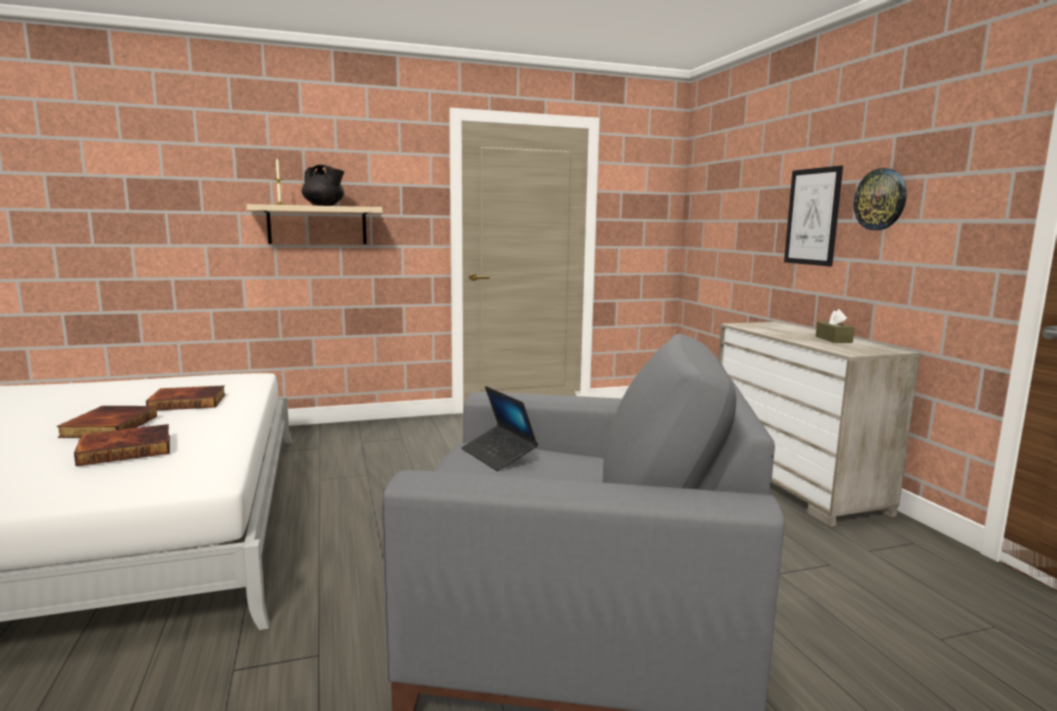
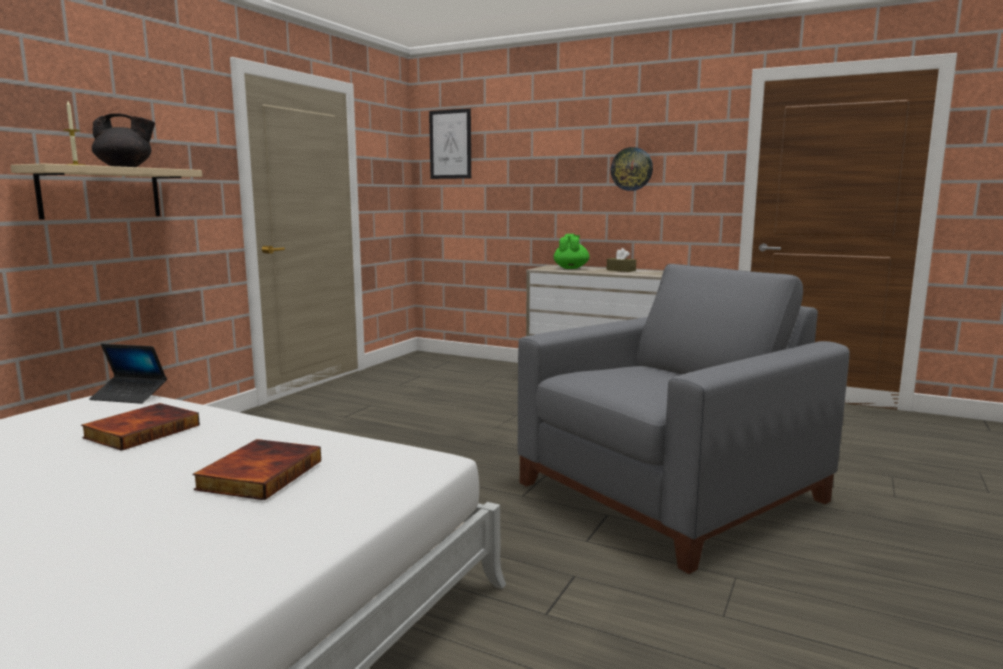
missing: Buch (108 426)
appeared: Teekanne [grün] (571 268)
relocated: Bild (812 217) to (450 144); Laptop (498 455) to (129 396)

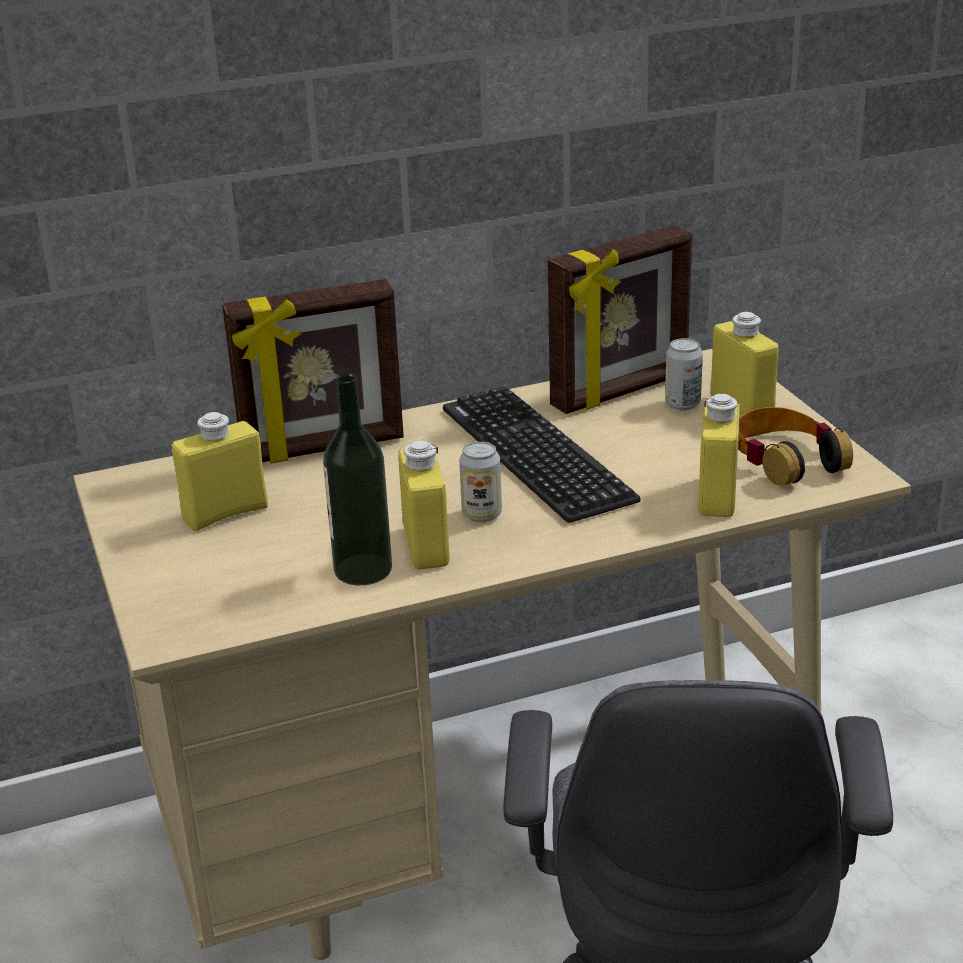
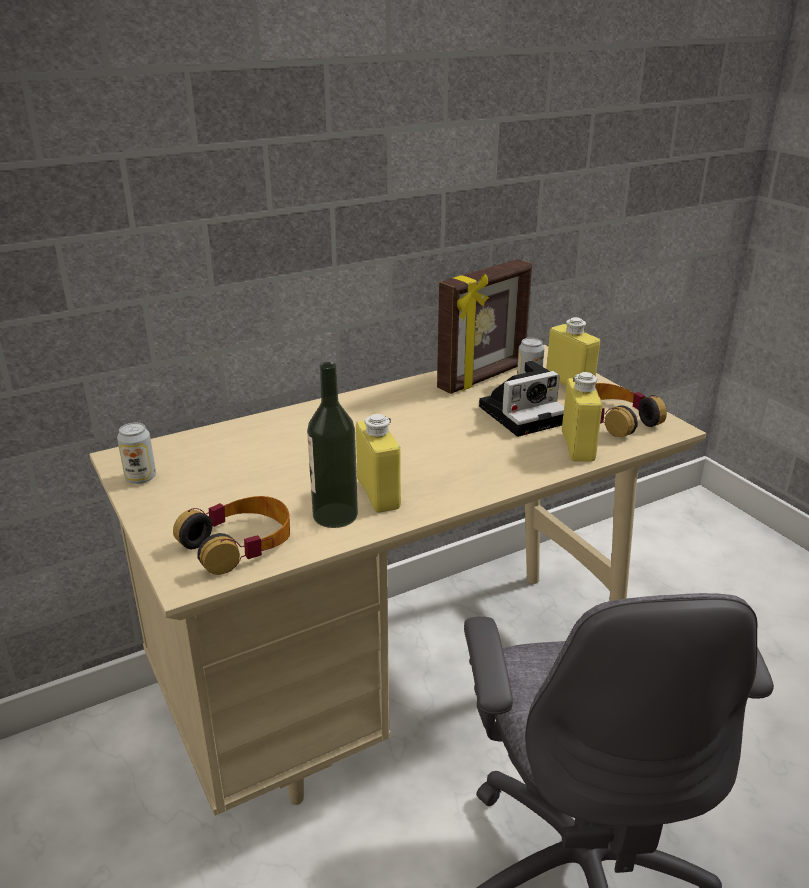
missing: Bilderrahmen (323 448); Tastatur (535 454); Flasche [gelb] (225 514)
appeared: Kamera (524 414); Kopfhörer (239 543)
relocated: Dose (482 514) to (141 478)

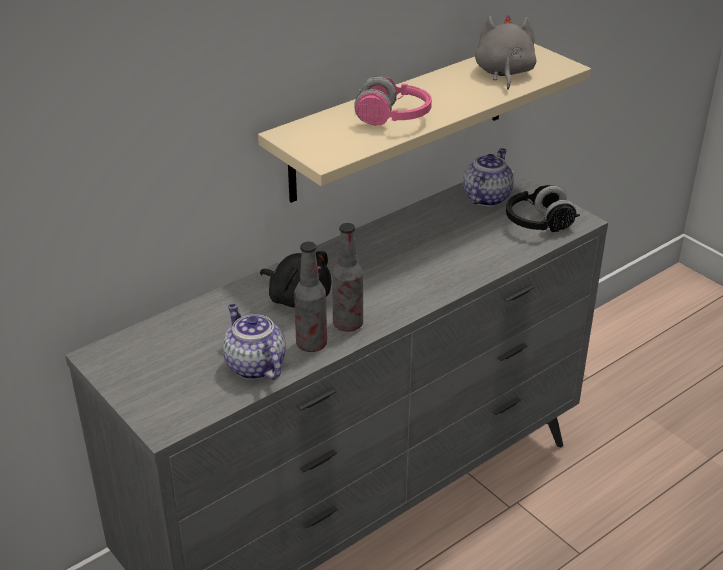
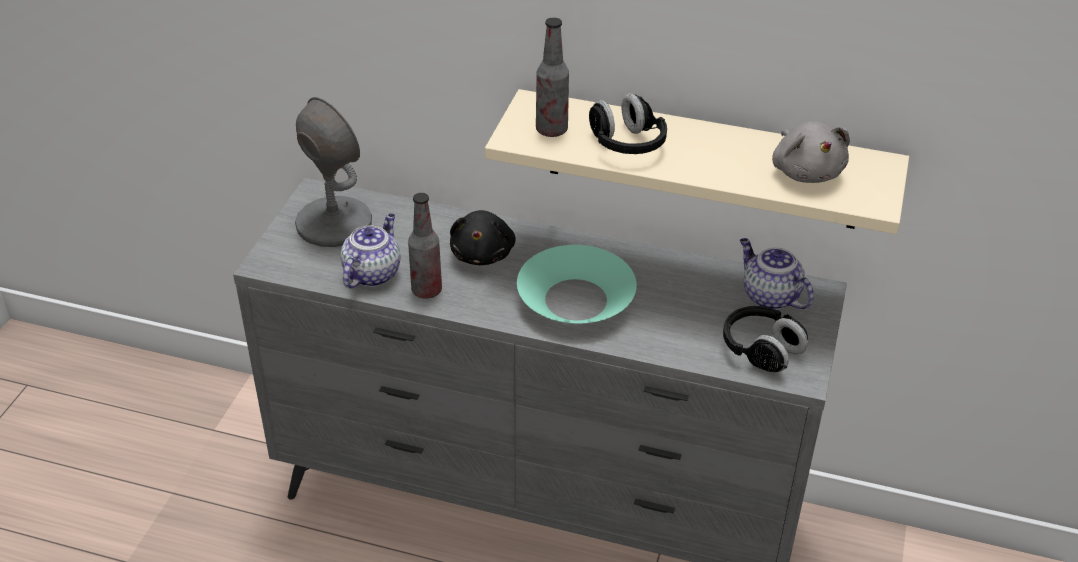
appeared: Tischlampe [grau] (333 223); Schüssel [türkis] (576 299)
relocated: Flasche (348 324) to (551 130)
colour: Kopfhörer [rosa] (392 119) to Kopfhörer [schwarz] (626 144)
spun: Plüschtier [grau] (504 73) = (806 171) 105 degrees clockwise; Teekanne (486 197) = (769 296) 120 degrees counterclockwise

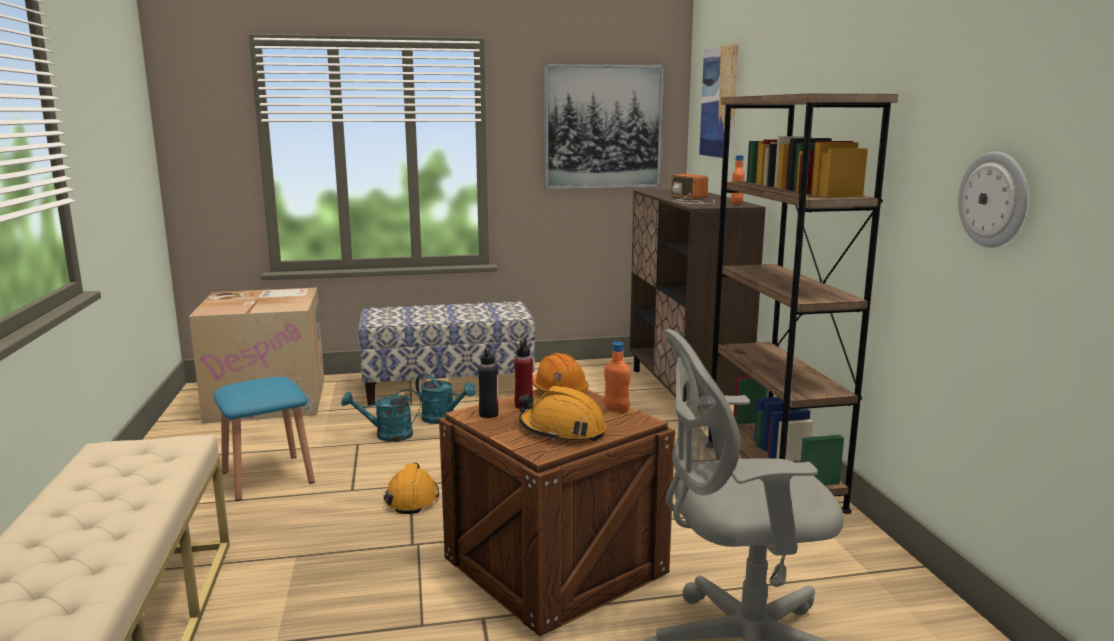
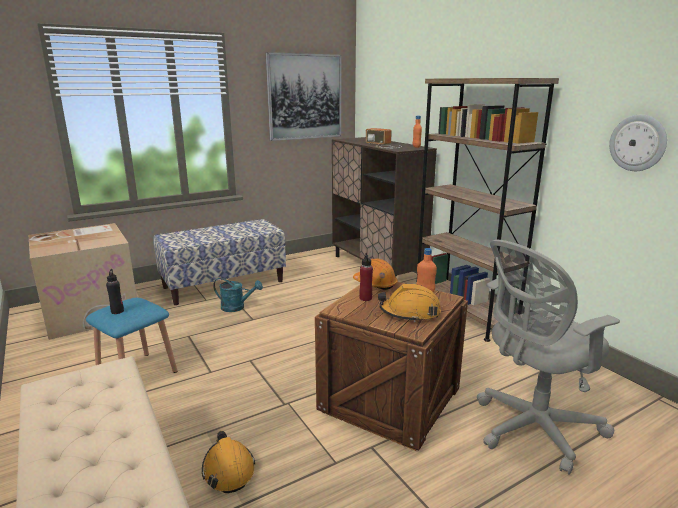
missing: Bild (719 102); Gießkanne [türkis] (387 435)
relocated: Flasche [schwarz] (488 414) to (117 311); Schutzhelm [orange] (411 498) to (228 469)

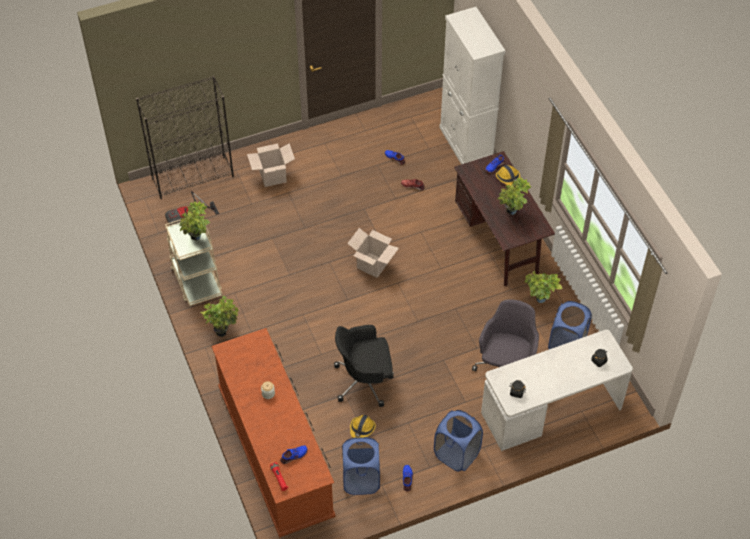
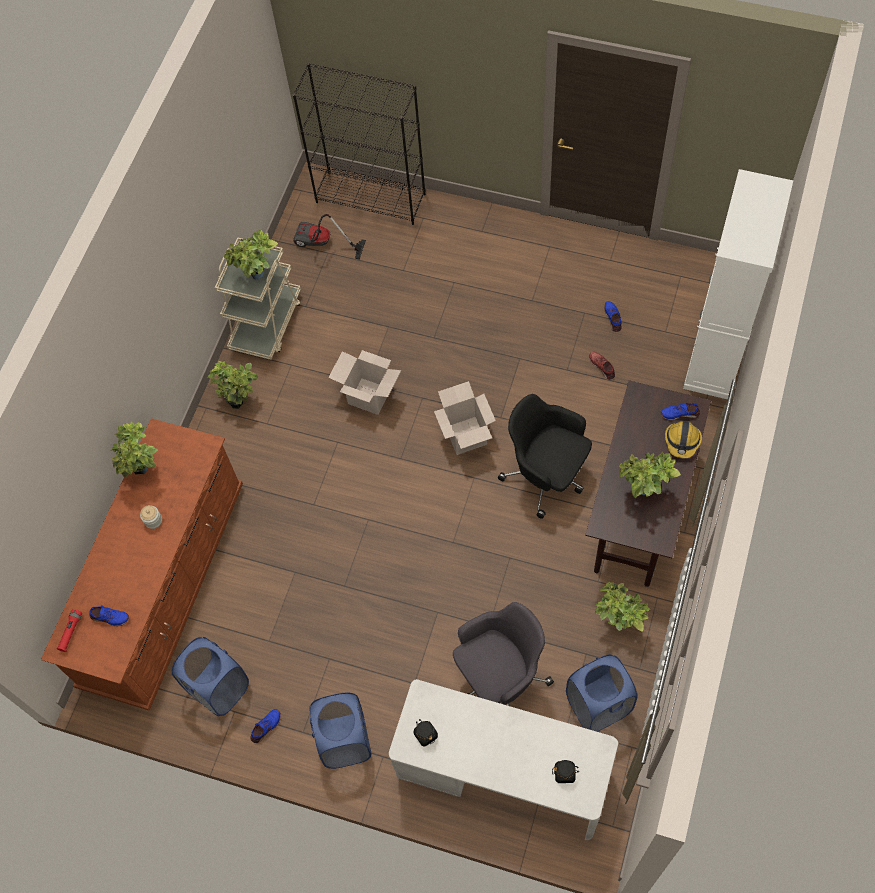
missing: Schutzhelm (362 429)
appeared: Topfpflanze (144 470)
relocated: Karton (273 176) to (369 396); Bürostuhl [schwarz] (365 380) to (546 475)

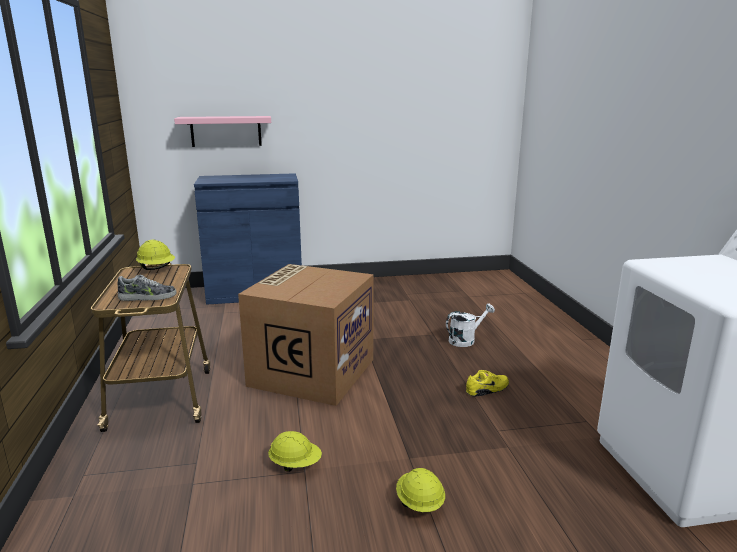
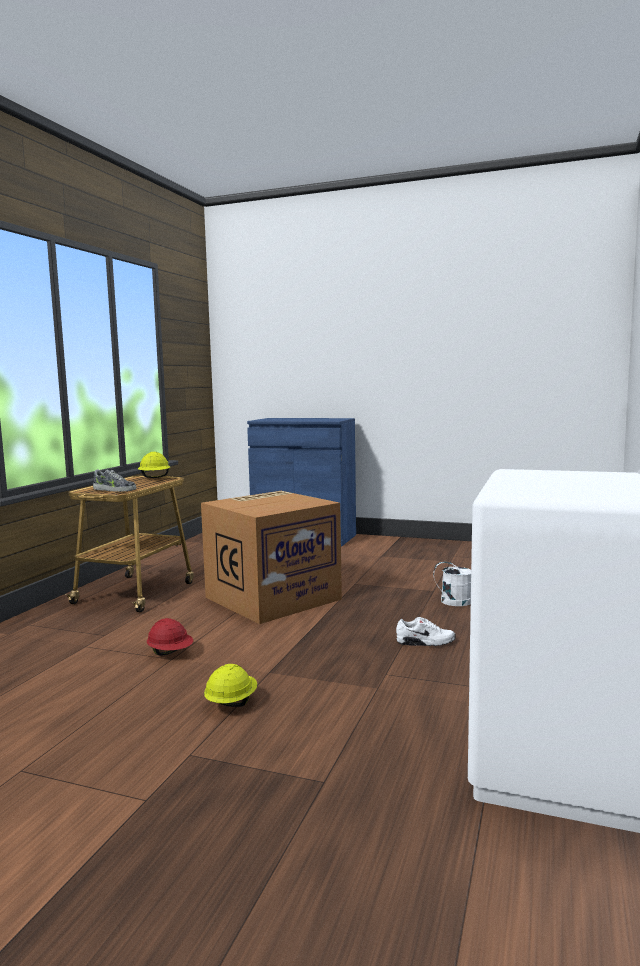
missing: Wandregal [rosa] (226 131)
colour: Schuh [gelb] (488 389) to Schuh [weiß] (425 642); Schutzhelm [gelb] (295 465) to Schutzhelm [rot] (171 653)

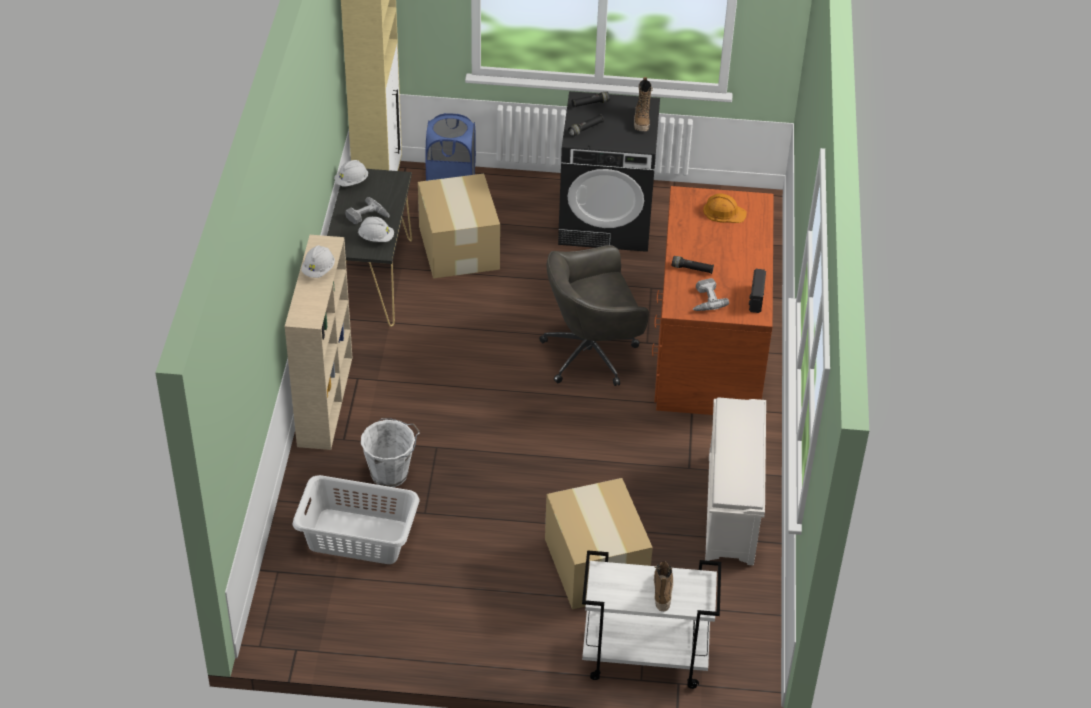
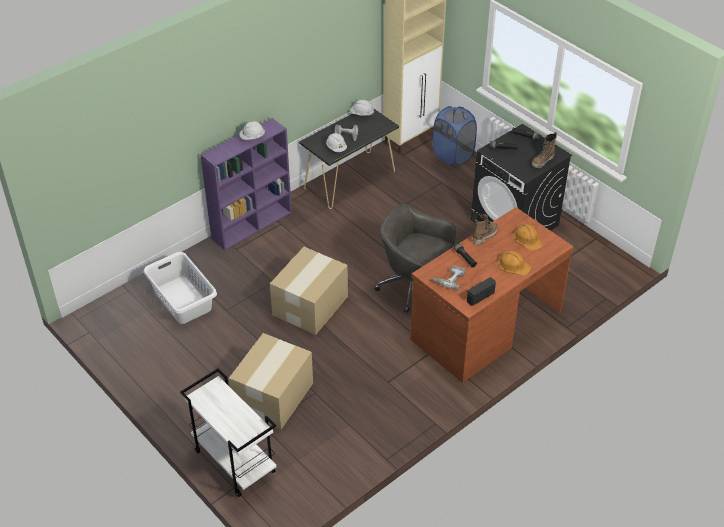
missing: Schuhregal [weiß] (731 510); Eimer [weiß] (391 473)
appeared: Schutzhelm [orange] (513 265)
relocated: Karton (458 249) to (309 306); Stiefel (662 591) to (484 236)
colour: Bücherregal [beige] (325 400) to Bücherregal [lila] (252 224)

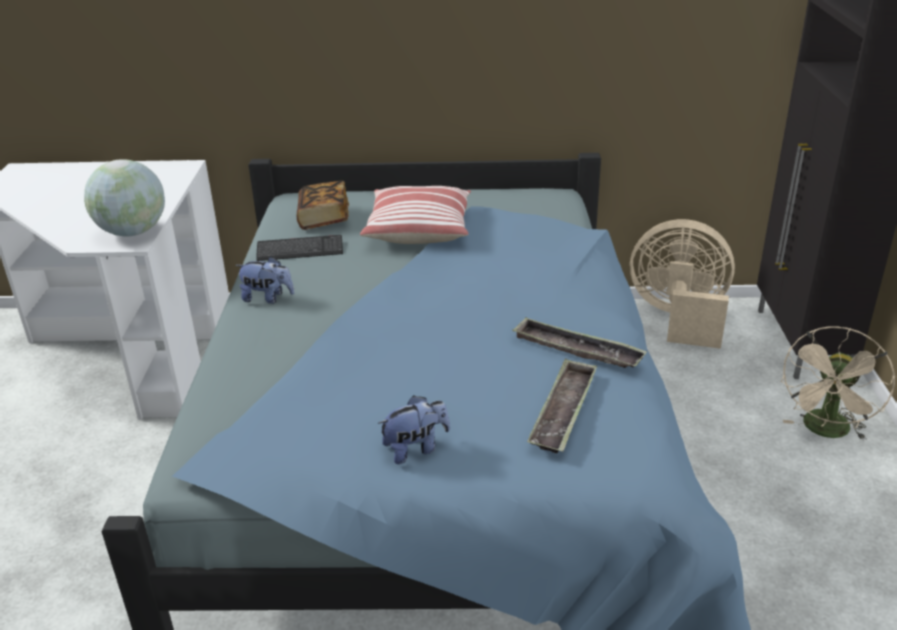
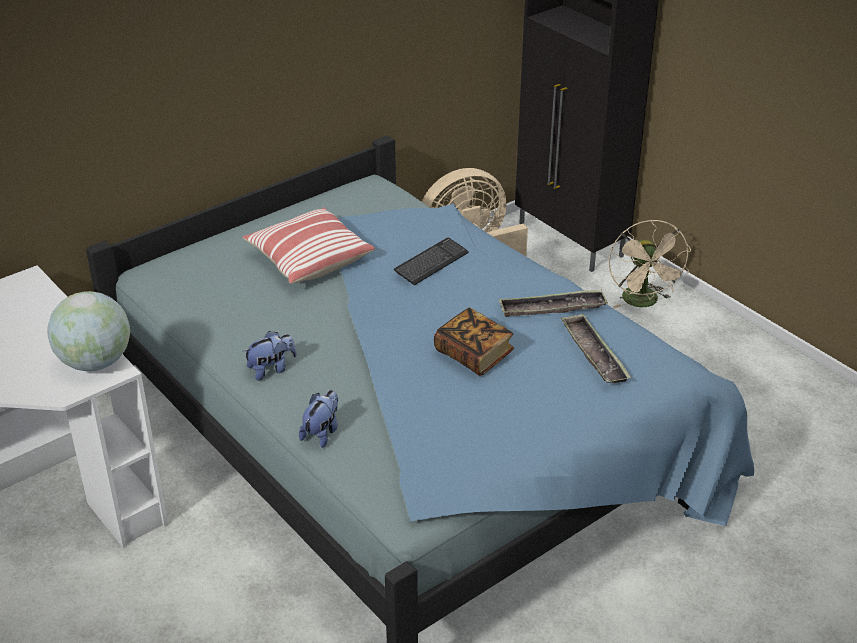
relocated: Buch (324 218) to (473 354); Tastatur (300 250) to (431 263); Plüschtier (415 448) to (322 432)

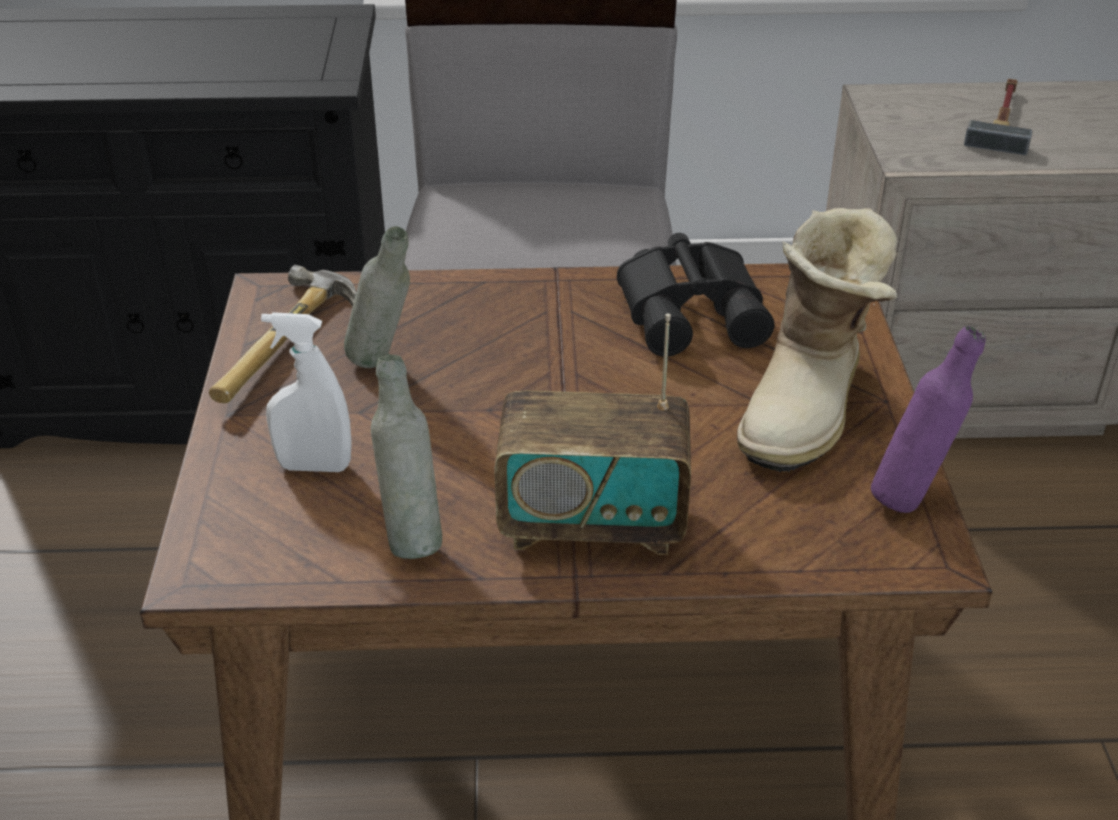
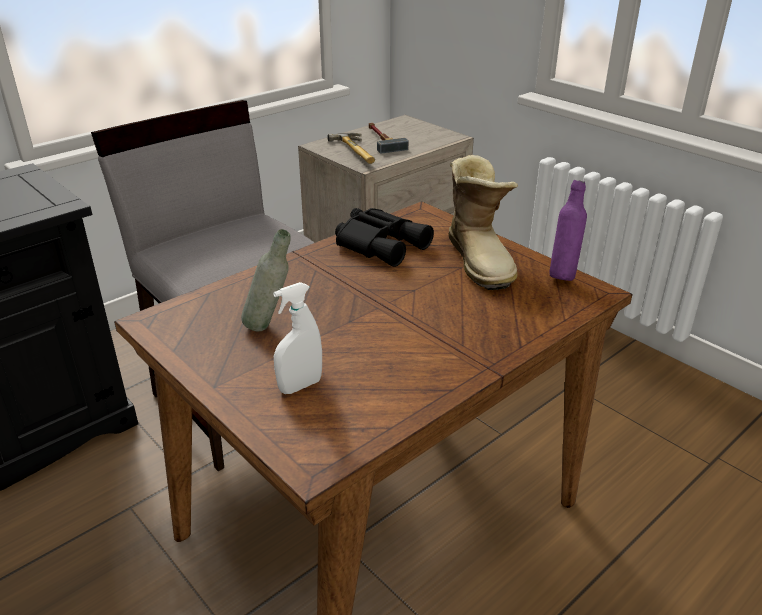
missing: Radio (592 523); Flasche [grau] (411 537)
relocated: Hammer (292 346) to (359 152)

